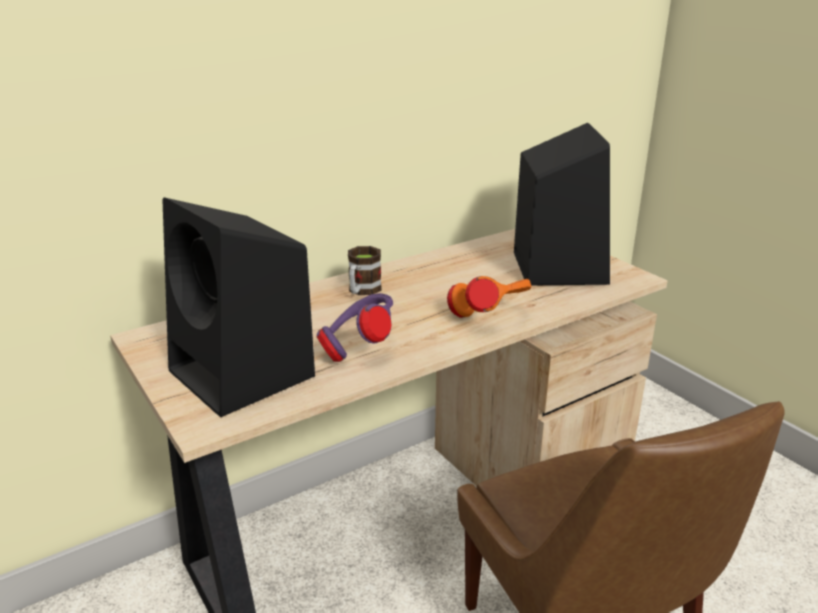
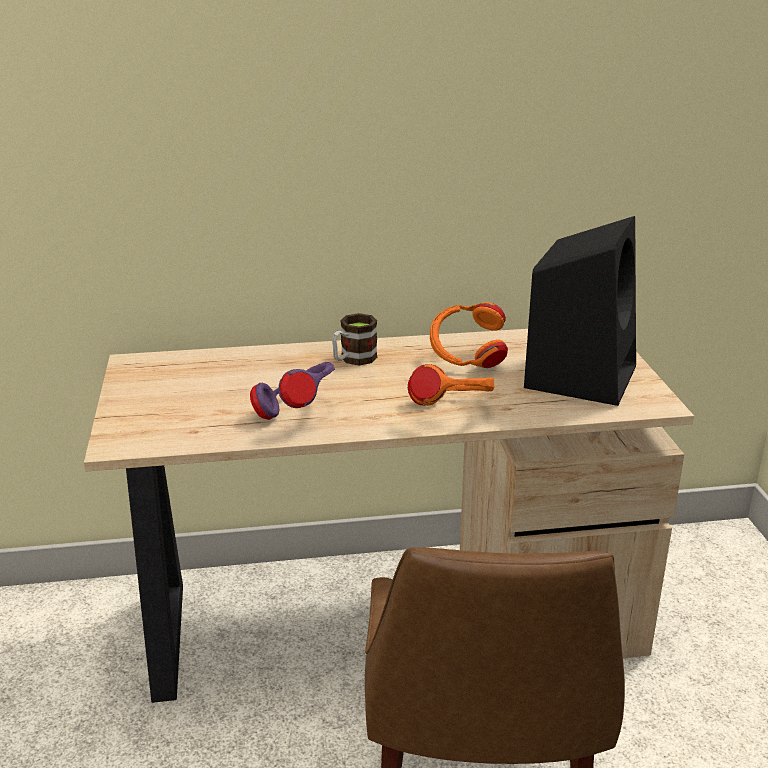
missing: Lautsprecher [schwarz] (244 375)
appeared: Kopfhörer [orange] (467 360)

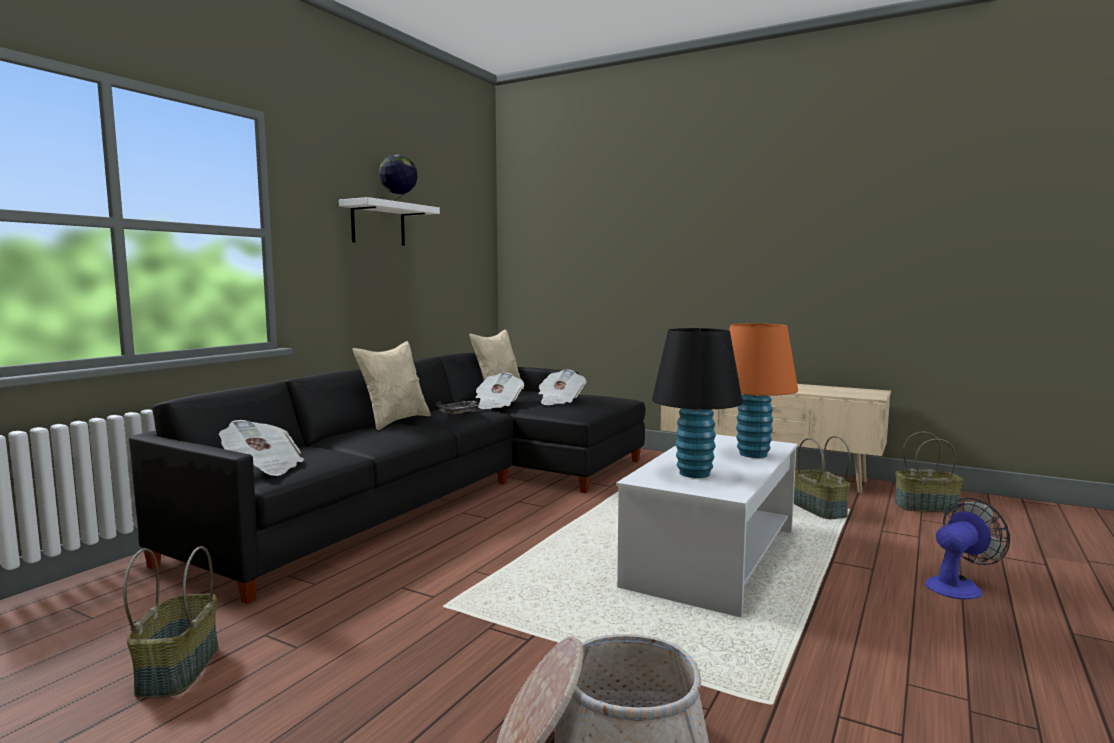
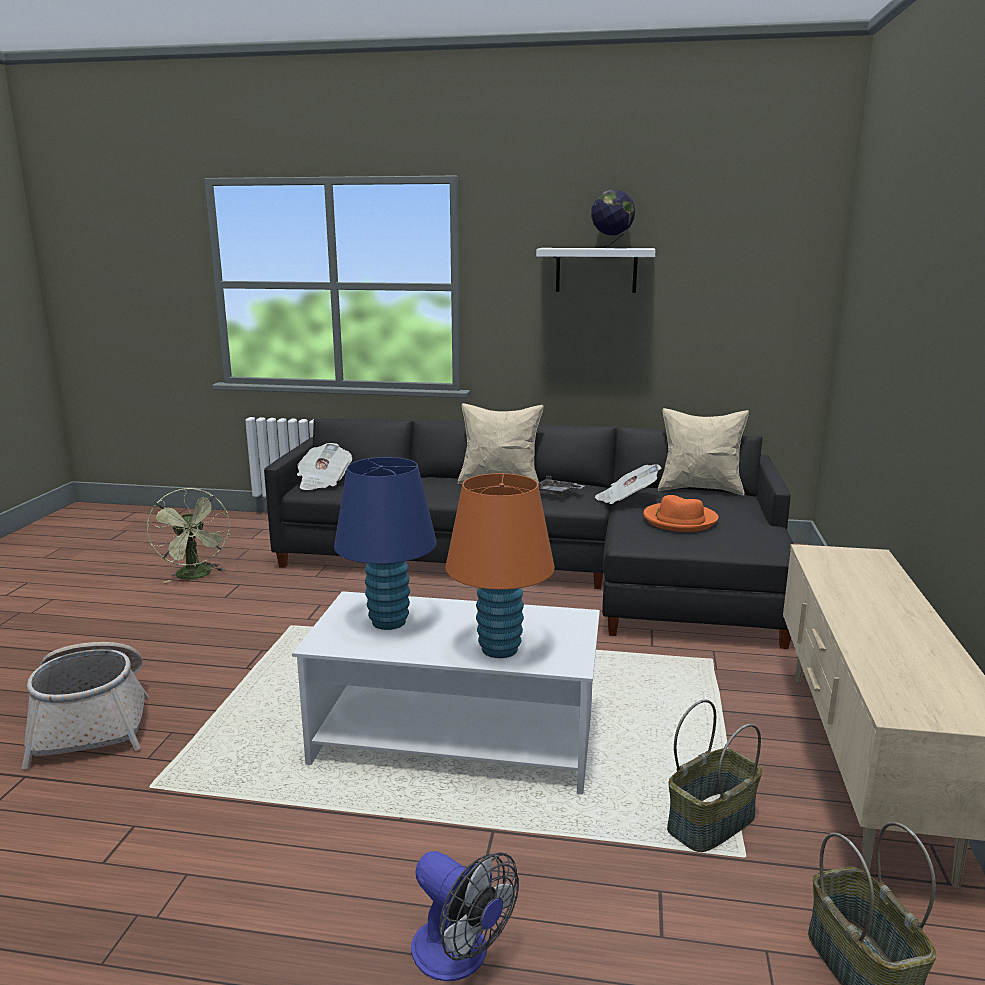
exchanged: Zeitung (560 401) to Hut [orange] (679 520); Korb (177 669) to Ventilator [grün] (196 576)
colour: Tischlampe [schwarz] (694 473) to Tischlampe [blau] (388 622)

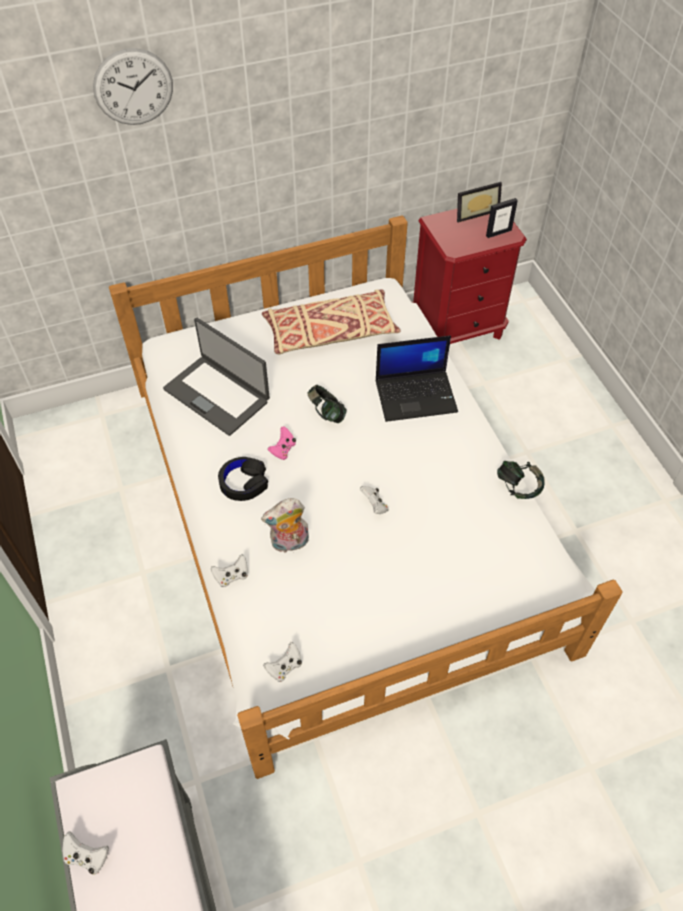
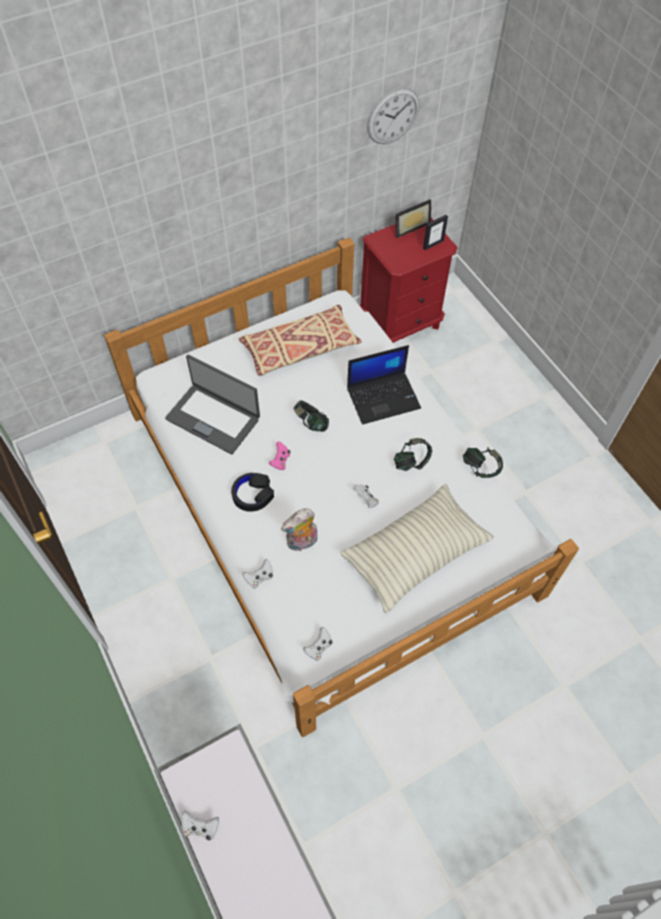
appeared: Kopfhörer (411 462); Kissen (415 554)
relocated: Wanduhr (133 87) to (393 116)

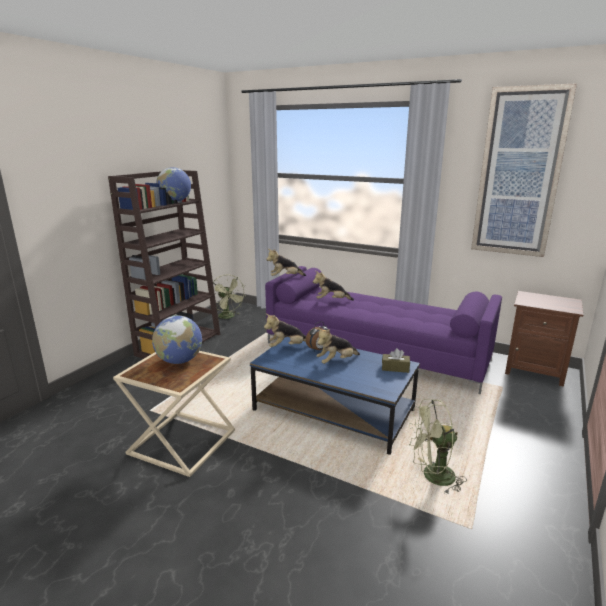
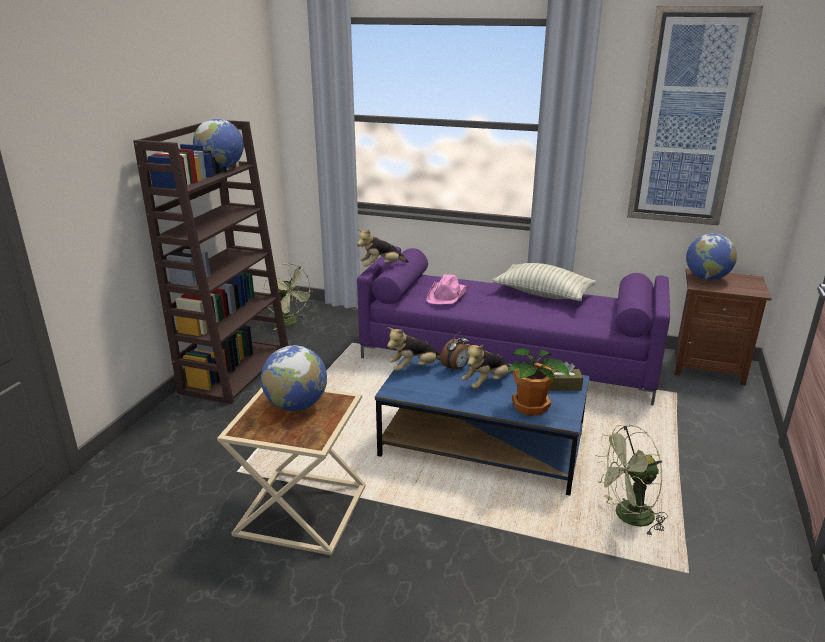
appeared: Globus (706 278); Kissen (543 294); Topfpflanze (531 407)
exchanged: Plüschtier (331 300) to Hut [rosa] (448 295)

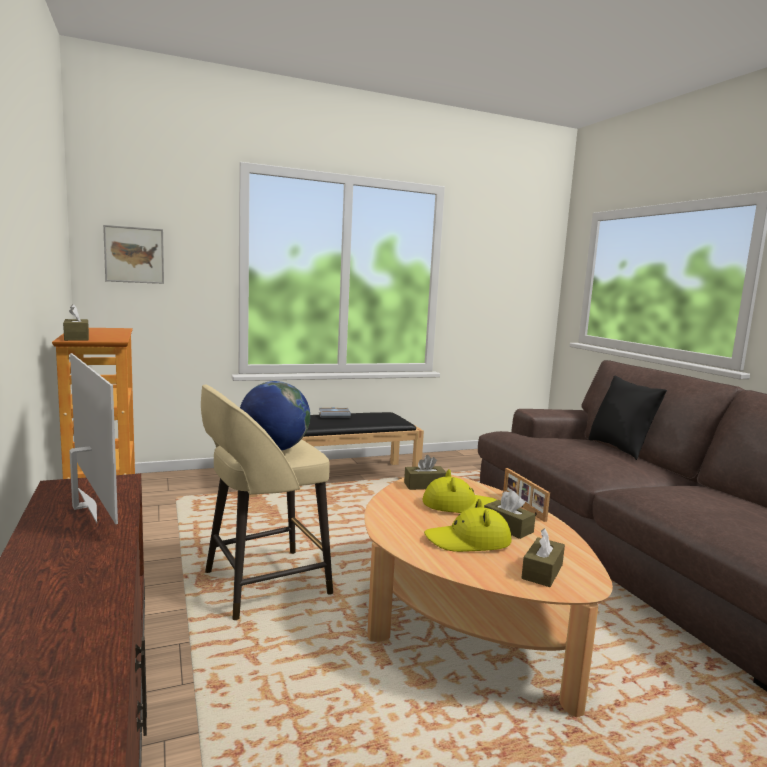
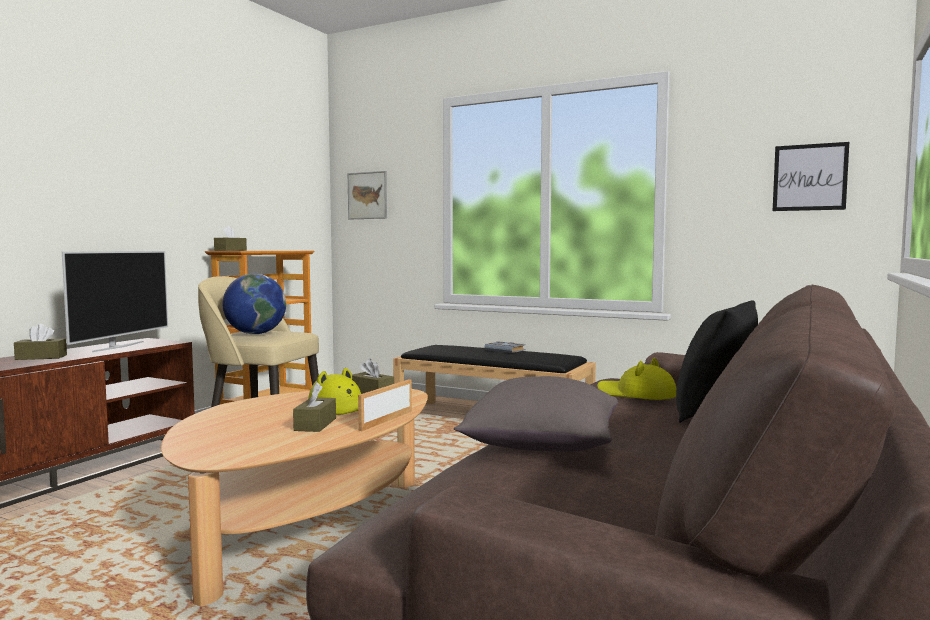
appeared: Bild (809 177); Kissen [grau] (540 445)
relocated: Hut [gelb] (468 541) to (636 394); Taschentuchbox [braun] (542 571) to (41 357)

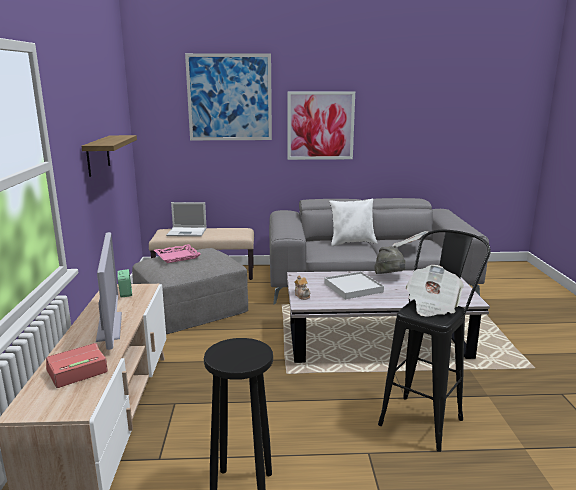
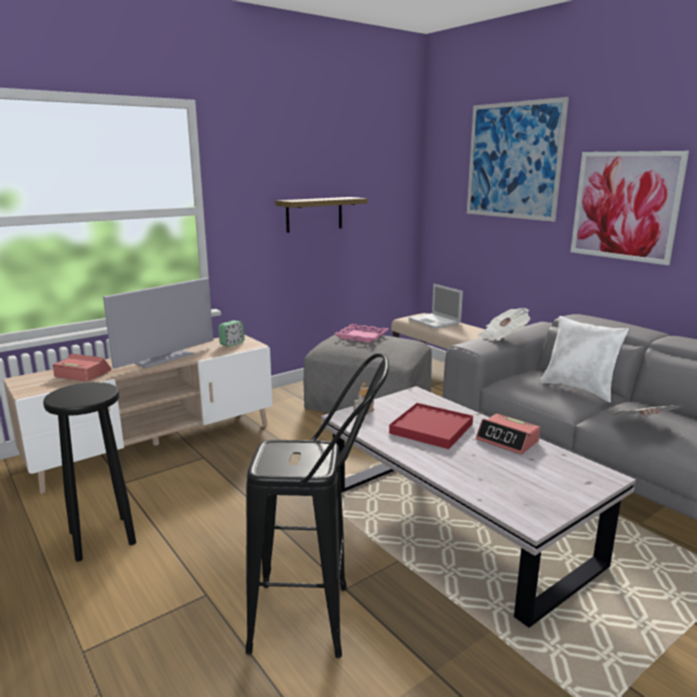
relocated: Zeitung (432 305) to (502 337)
exchanged: Hut [grau] (390 277) to Wecker (507 441)
colour: Tablett [weiß] (353 287) to Tablett [rot] (431 428)

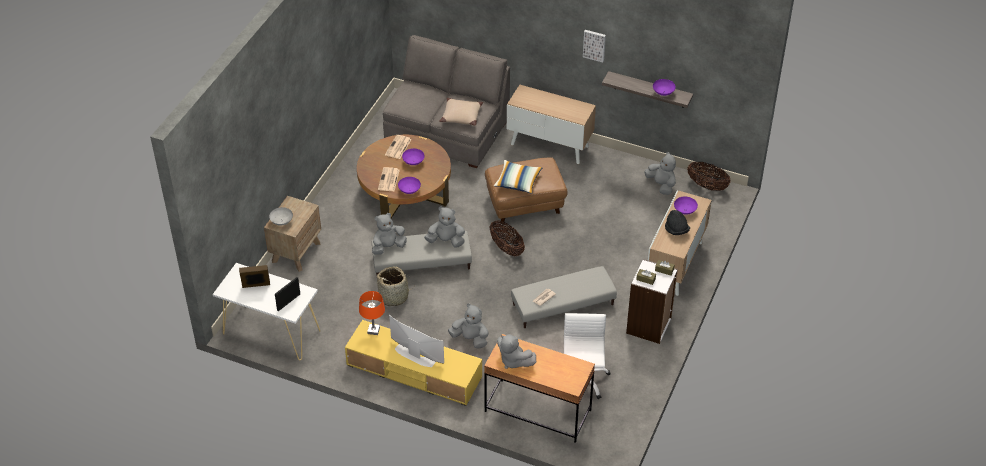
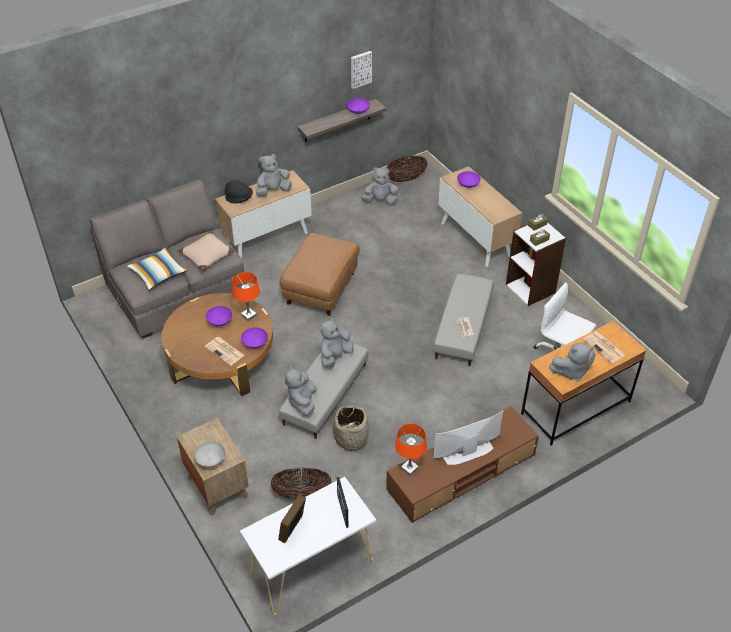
appeared: Tischlampe [orange] (249 315)
relocated: Bild (594 45) to (360 69); Zeitung (398 147) to (604 347); Kissen (518 182) to (158 274); Hut [schwarz] (676 230) to (239 199); Korb (506 248) to (302 494); Plüschtier [grau] (470 339) to (273 191)
colour: Fernsehschrank [gelb] (414 371) to Fernsehschrank [braun] (461 472)

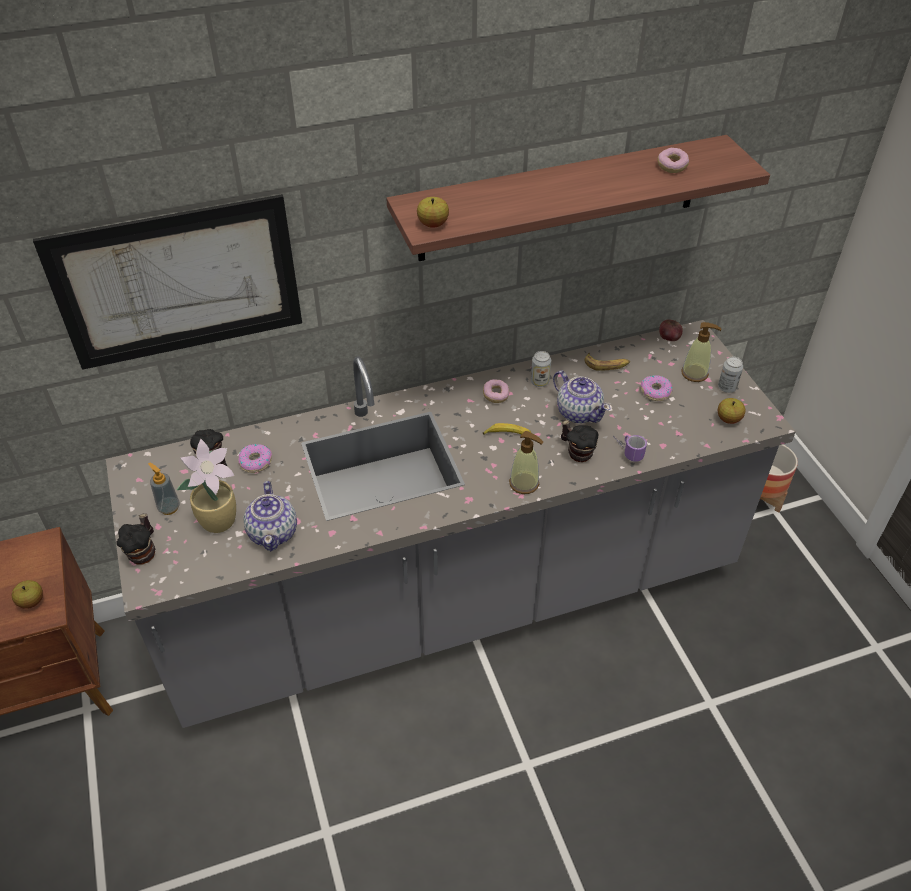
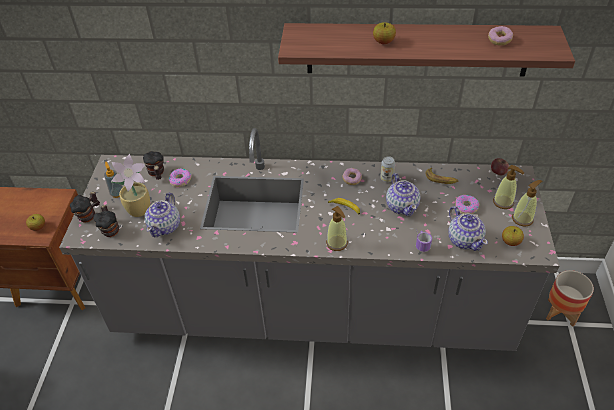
missing: Bild (178 283)
appeared: Teekanne (464 240)
relocated: Apfel (433 224) to (383 42); Henkelbecher (577 452) to (110 229)
exchanged: Dose (727 387) to Seifenspender (522 219)

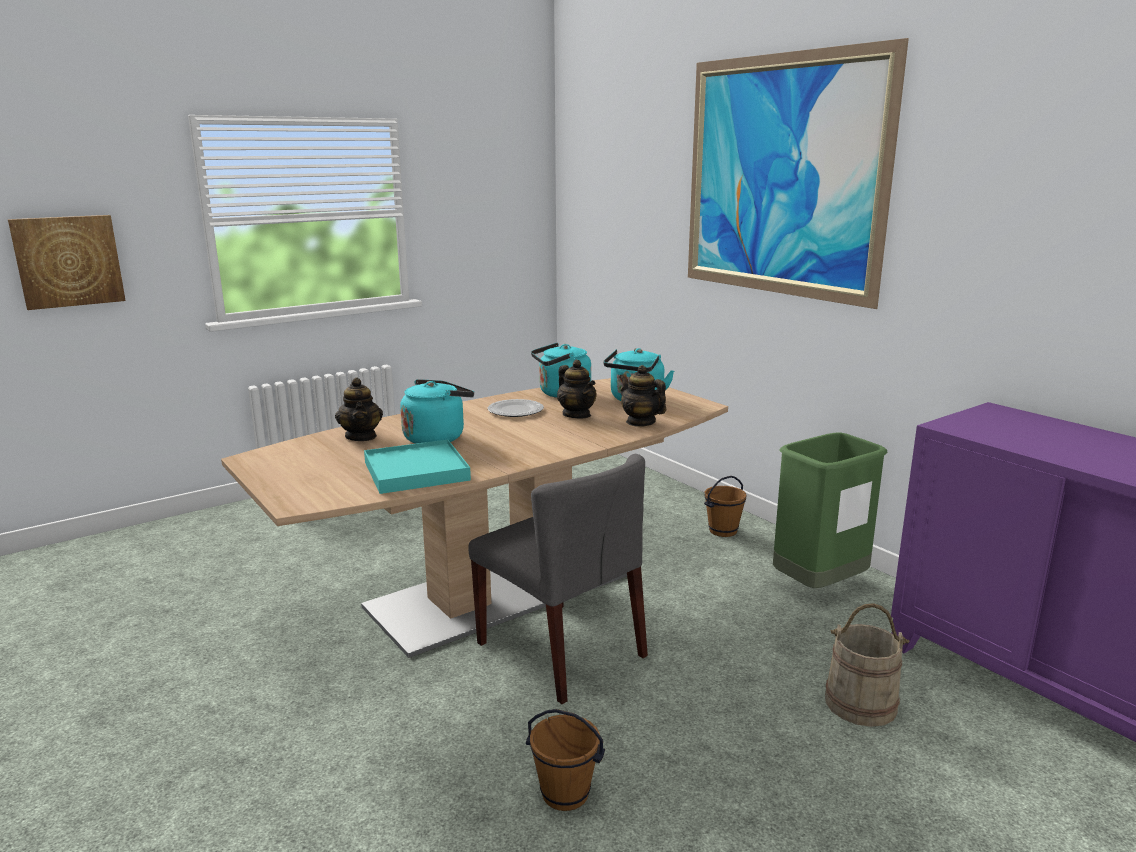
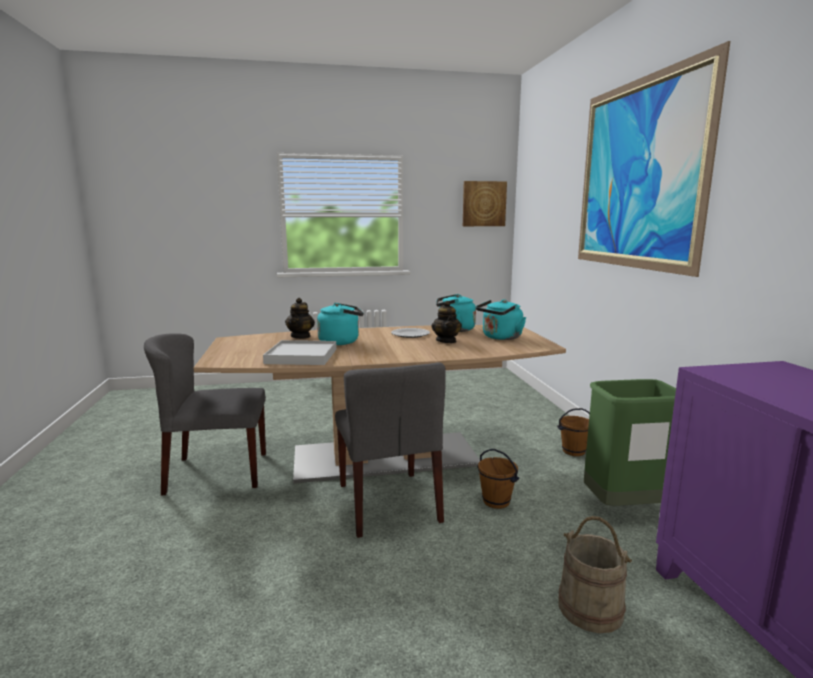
missing: Teekanne (640 422)
appeared: Stuhl [grau] (216 473)
relocated: Bild (68 261) to (484 204); Eimer [braun] (565 793) to (496 501)
colour: Tablett [türkis] (416 471) to Tablett [weiß] (302 356)

